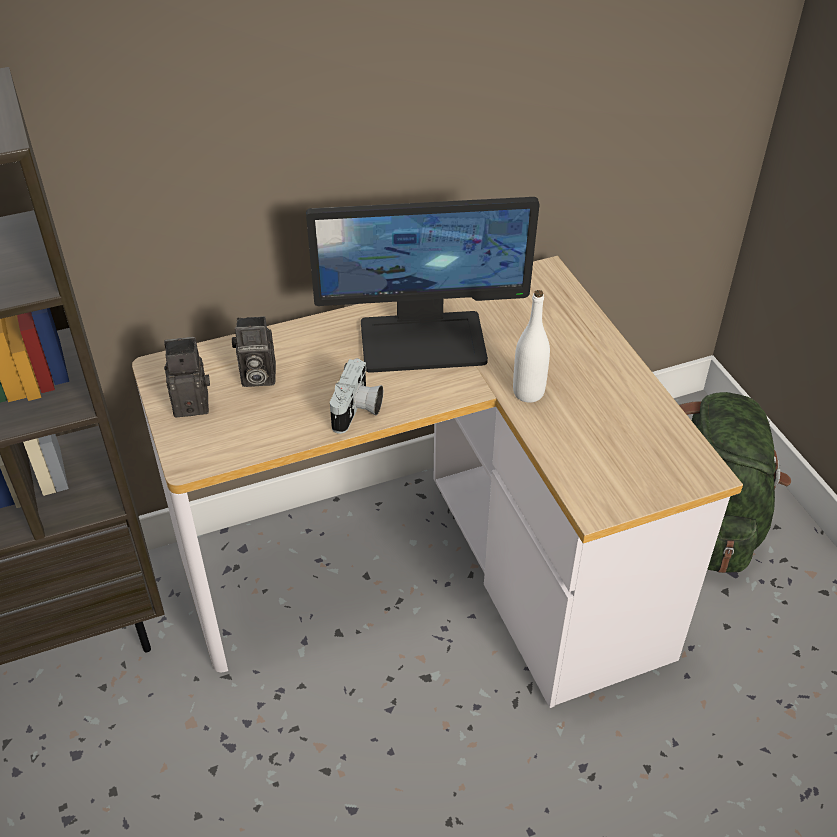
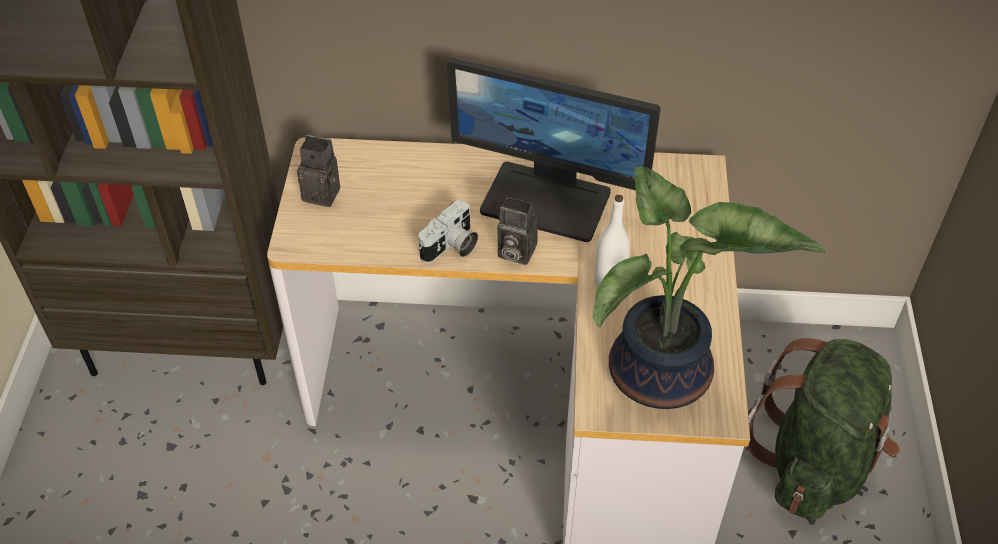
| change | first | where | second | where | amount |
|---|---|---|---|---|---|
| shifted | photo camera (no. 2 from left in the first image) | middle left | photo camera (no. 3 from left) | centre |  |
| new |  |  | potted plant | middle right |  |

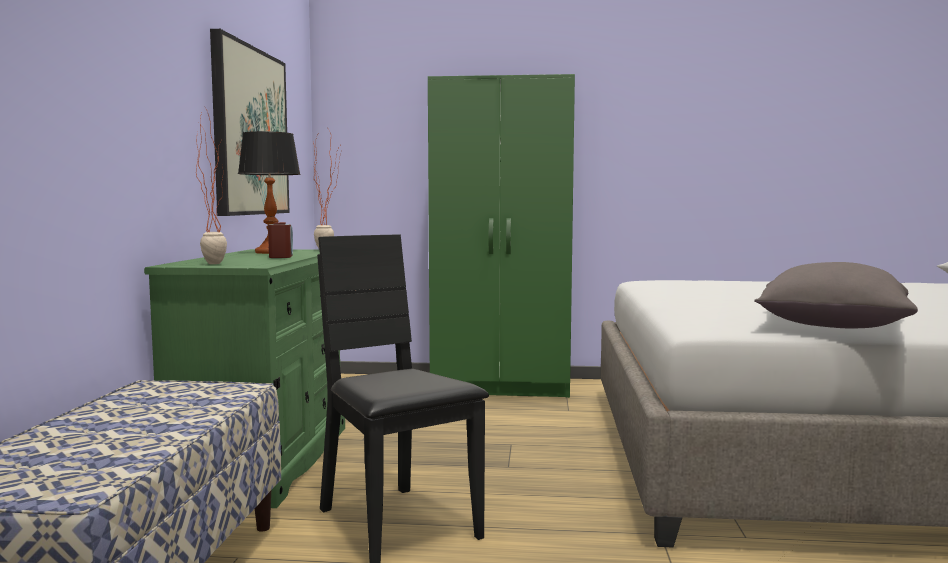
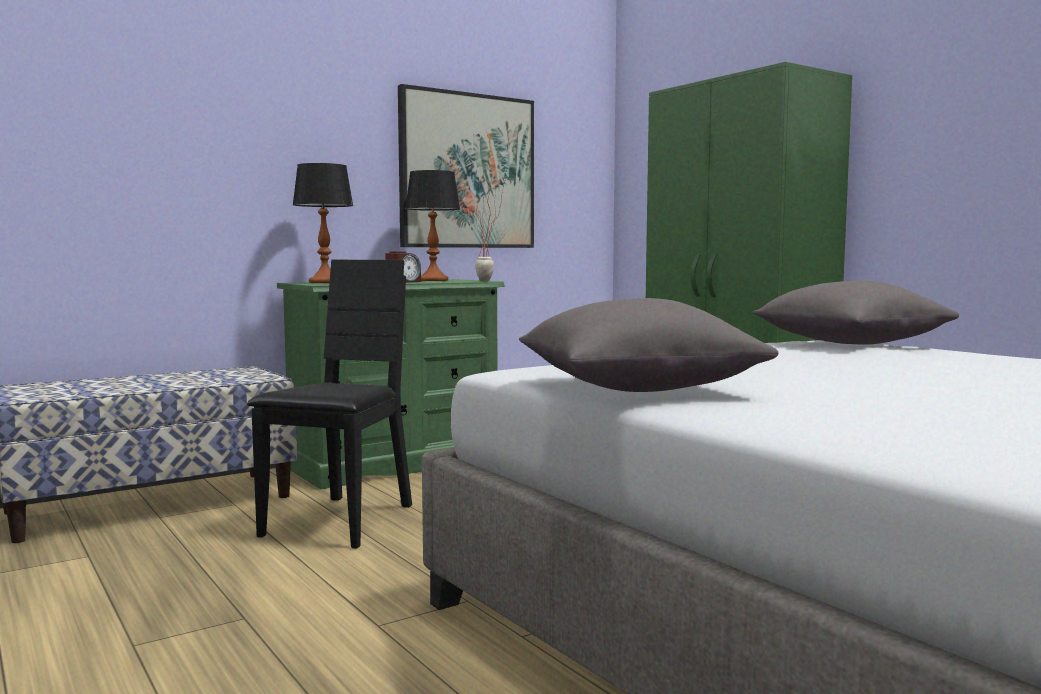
| change | first | where | second | where | amount |
|---|---|---|---|---|---|
| swapped | potted plant (no. 1 from left) | top left | table lamp (no. 1 from left) | top left |  |
| new |  |  | grey pillow (no. 2 from left) | middle right |  |

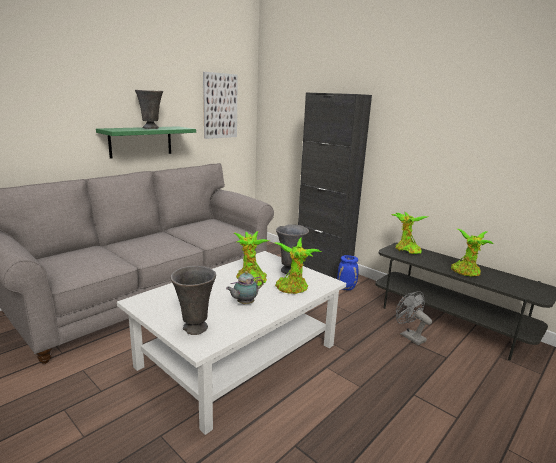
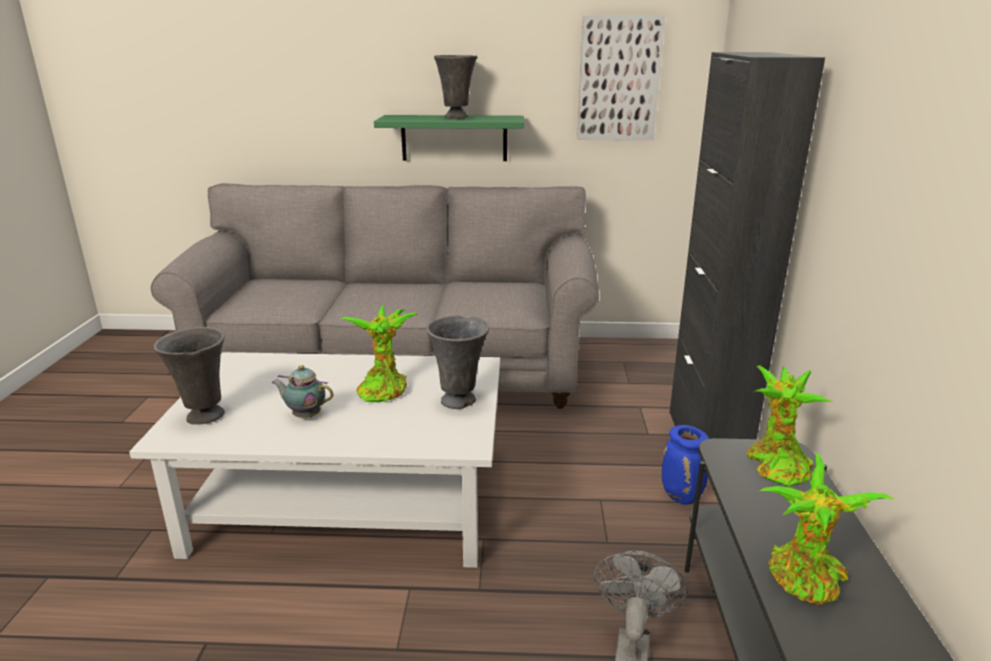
| change | first | where | second | where | amount |
|---|---|---|---|---|---|
| gone | potted plant (no. 2 from left) | centre |  |  |  |

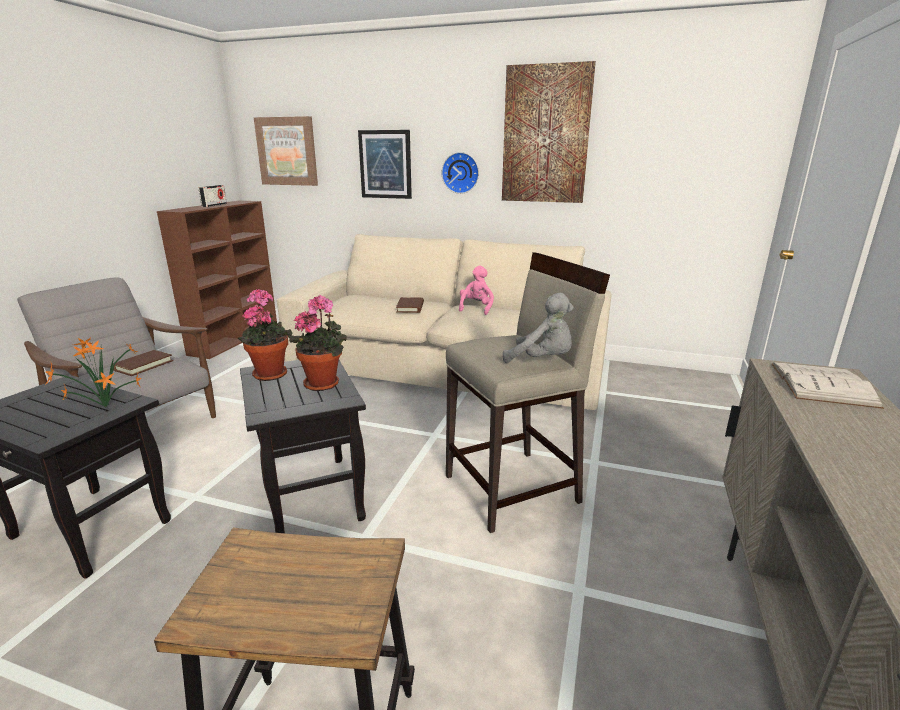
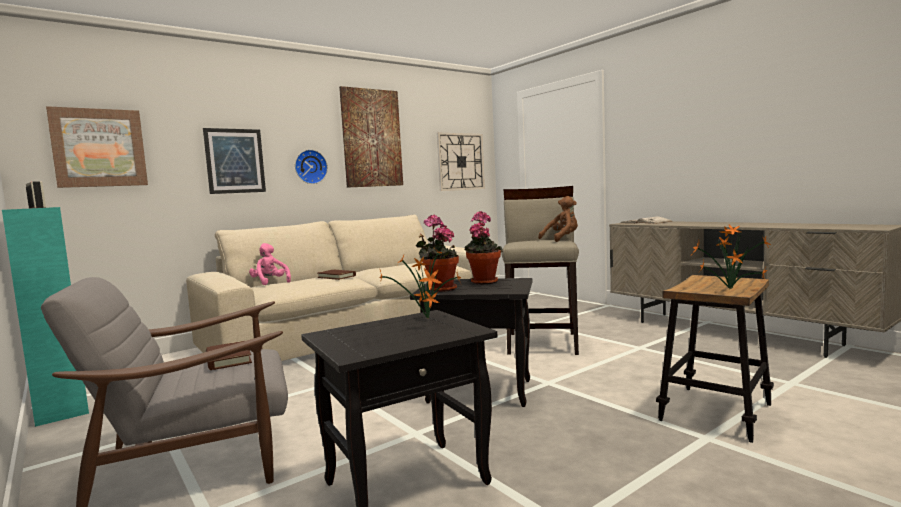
| change | first | where | second | where | amount |
|---|---|---|---|---|---|
| repainted | brown bookcase | middle left | turquoise bookcase | middle left |  |
| shifted | pink plush toy | centre |  | middle left |  |
| repainted | grey plush toy | centre | brown plush toy | centre |  |
| new |  |  | wall clock (no. 2 from left) | top centre |  |
| new |  |  | potted plant (no. 4 from left) | middle right |  |

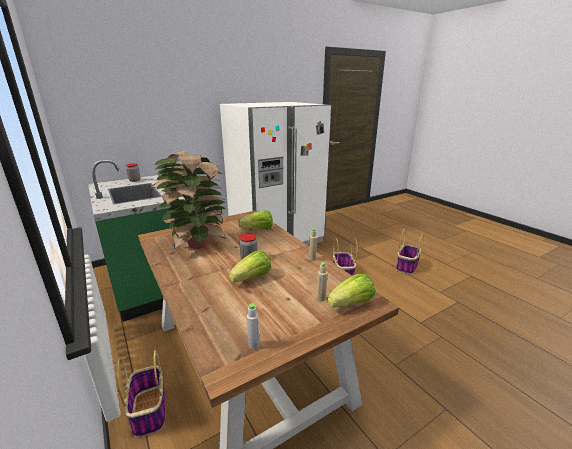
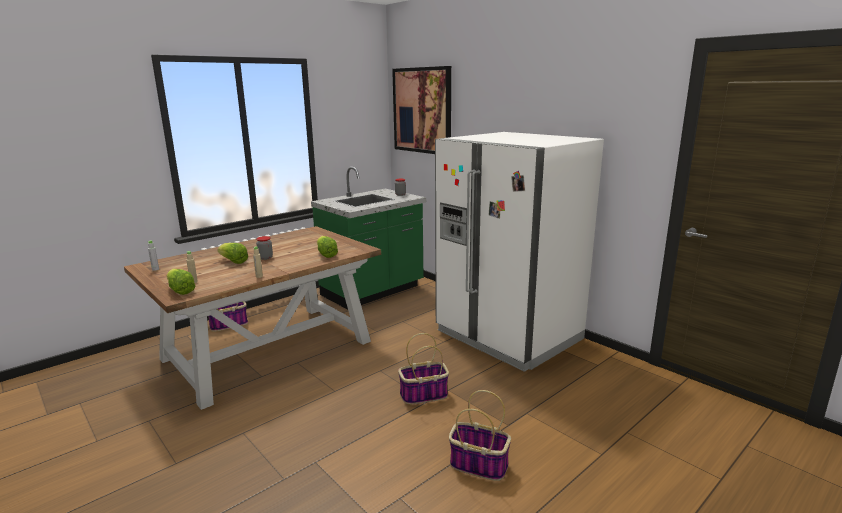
| change | first | where | second | where | amount |
|---|---|---|---|---|---|
| gone | potted plant | middle left |  |  |  |
| new |  |  | picture | top centre |  |

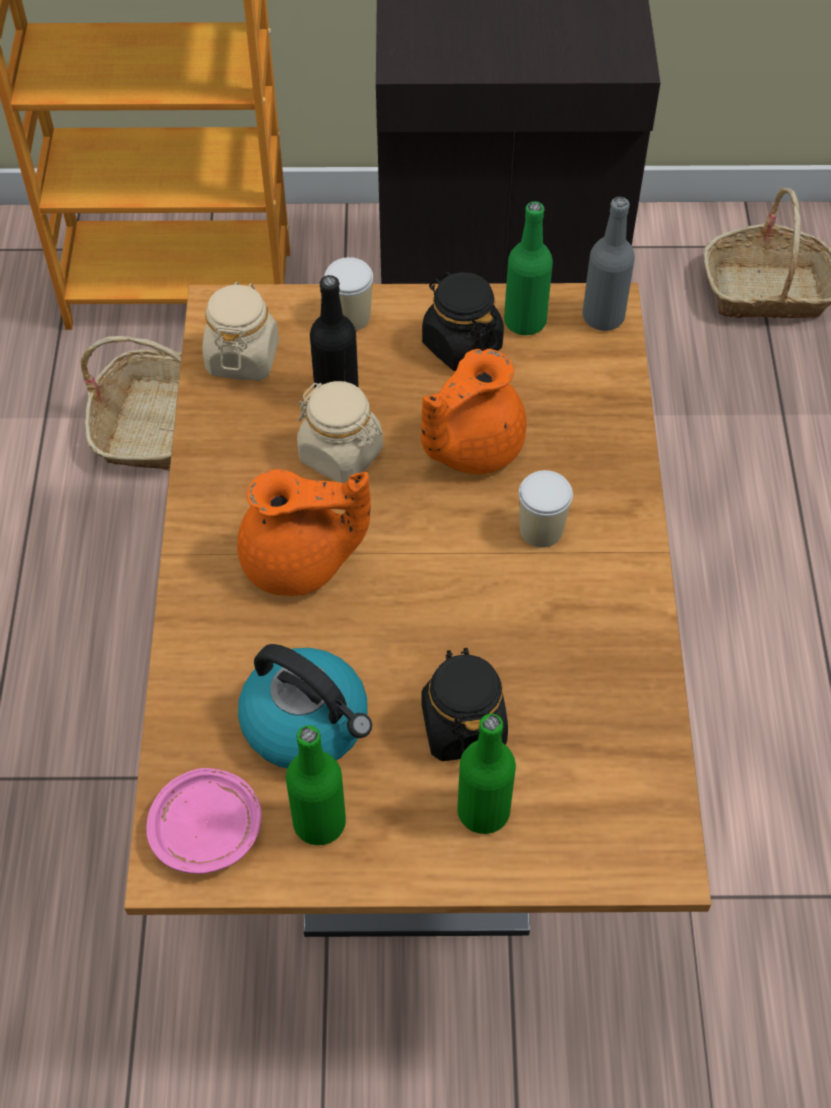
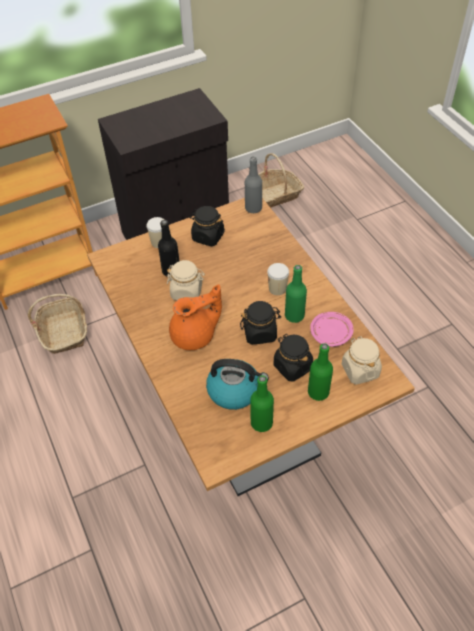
| change | first | where | second | where | amount |
|---|---|---|---|---|---|
| shifted | green bottle (no. 3 from left in the first image) | top centre | green bottle (no. 2 from left) | centre |  |
| shifted | beige jar (no. 1 from left in the first image) | top left | beige jar (no. 2 from left) | middle right |  |
| gone | orange teapot (no. 2 from left) | centre |  |  |  |
| shifted | pink plate | bottom left |  | middle right |  |
| new |  |  | black jar (no. 2 from left) | centre |  |

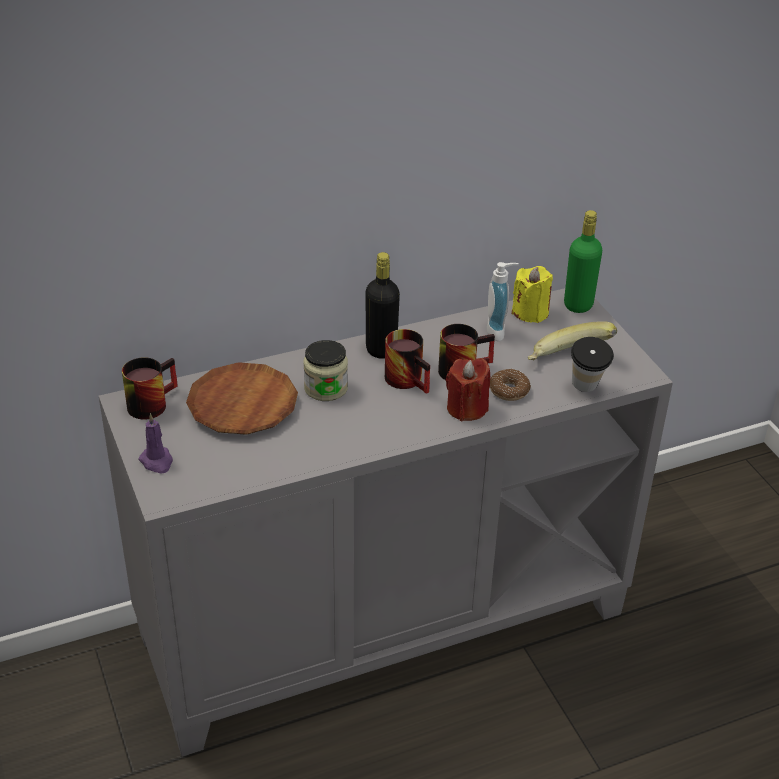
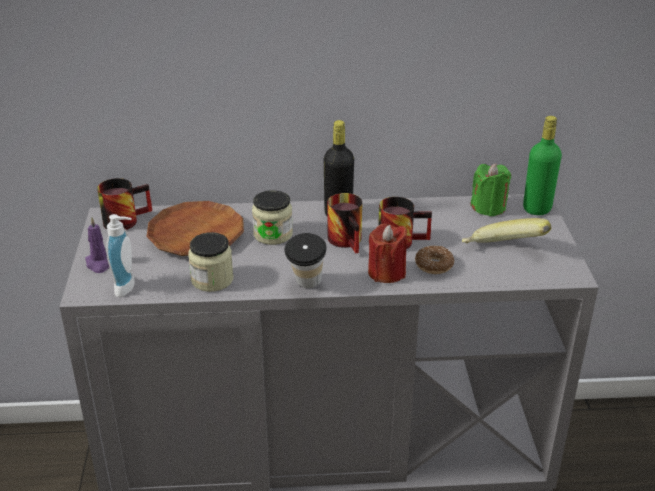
| change | first | where | second | where | amount |
|---|---|---|---|---|---|
| shifted | soap dispenser | centre |  | middle left |  |
| repainted | yellow candle | middle right | green candle | middle right |  |
| shifted | cup | middle right |  | centre |  |
| new |  |  | jar (no. 1 from left) | middle left |  |

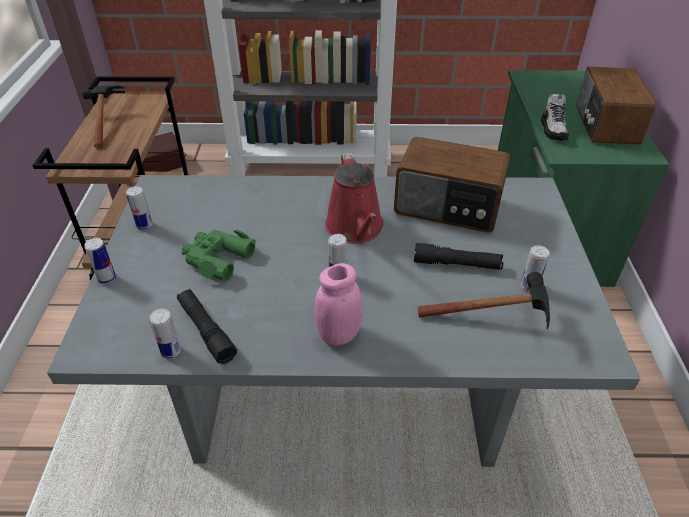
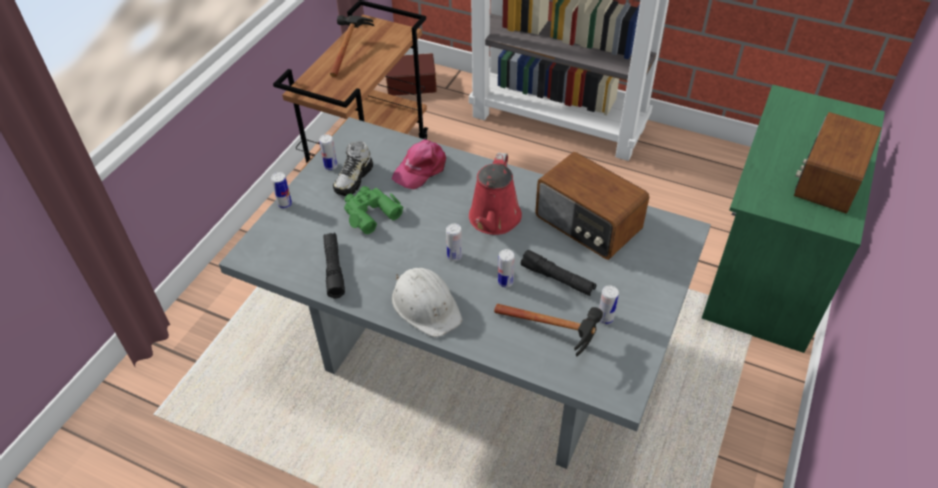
| change | first | where | second | where | amount |
|---|---|---|---|---|---|
| shifted | shoe | top right |  | centre |  |
| swapped | pink jar | centre | white hard hat | centre |  |
| shifted | can (no. 3 from left in the first image) | middle left | can (no. 4 from left) | centre |  |
| new |  |  | pink cap | centre |  |

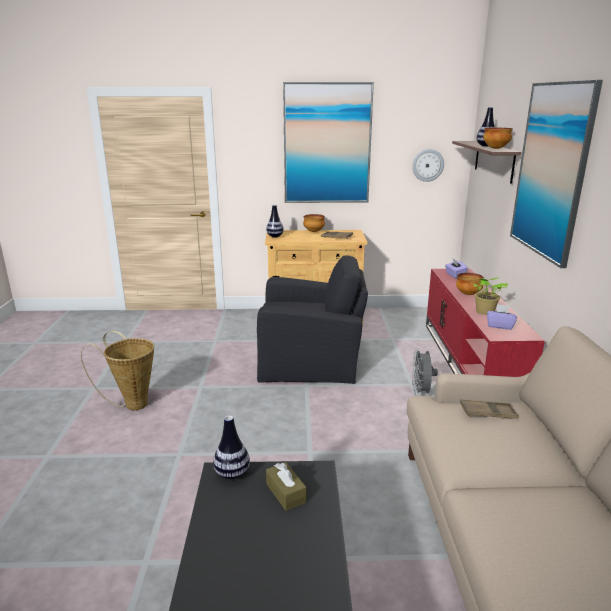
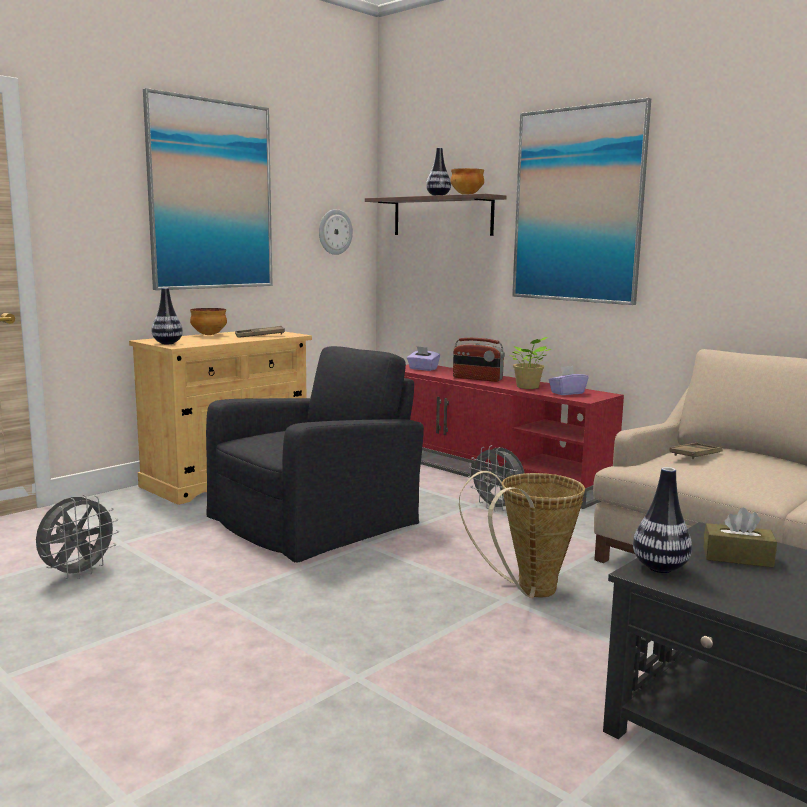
| change | first | where | second | where | amount |
|---|---|---|---|---|---|
| swapped | bowl (no. 2 from left) | middle right | radio | centre |  |
| shifted | basket | middle left |  | centre |  |
| new |  |  | grey fan (no. 1 from left) | middle left |  |

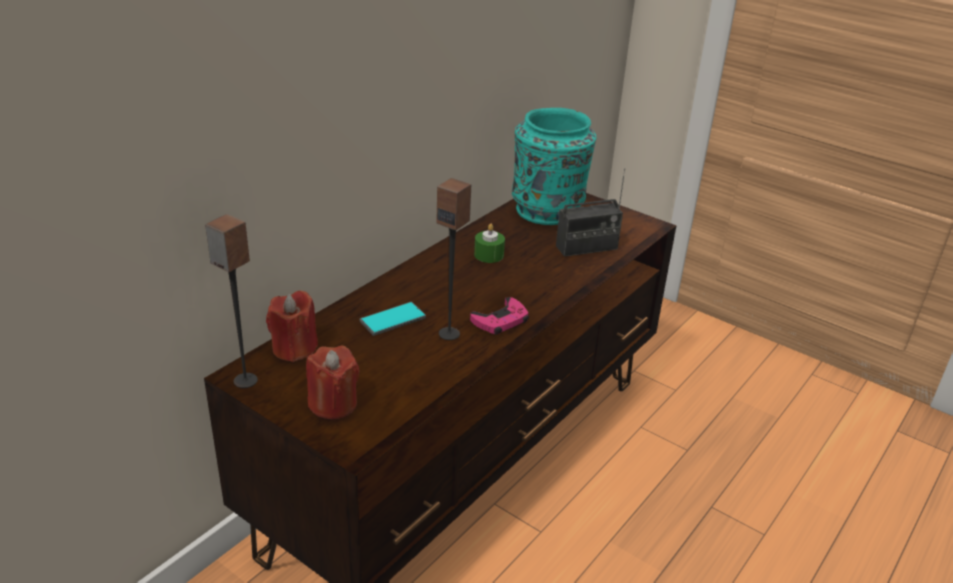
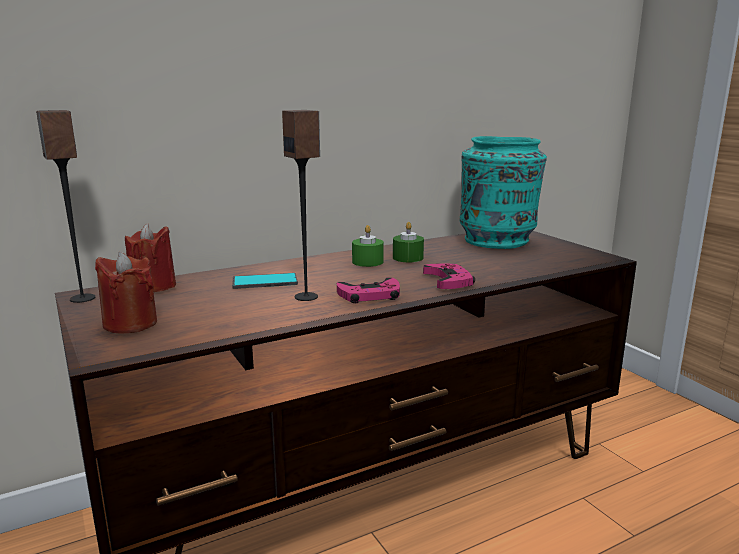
| change | first | where | second | where | amount |
|---|---|---|---|---|---|
| gone | radio | centre |  |  |  |
| new |  |  | green candle (no. 1 from left) | centre |  |
| new |  |  | pink game controller (no. 2 from left) | centre |  |

